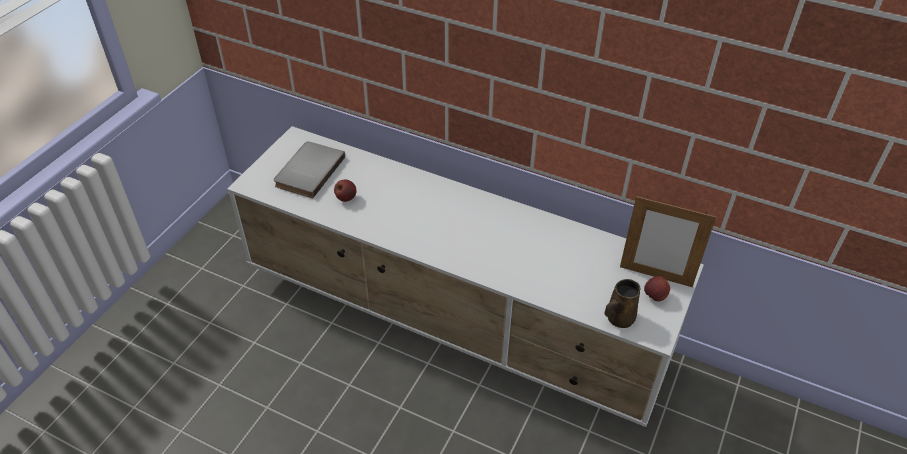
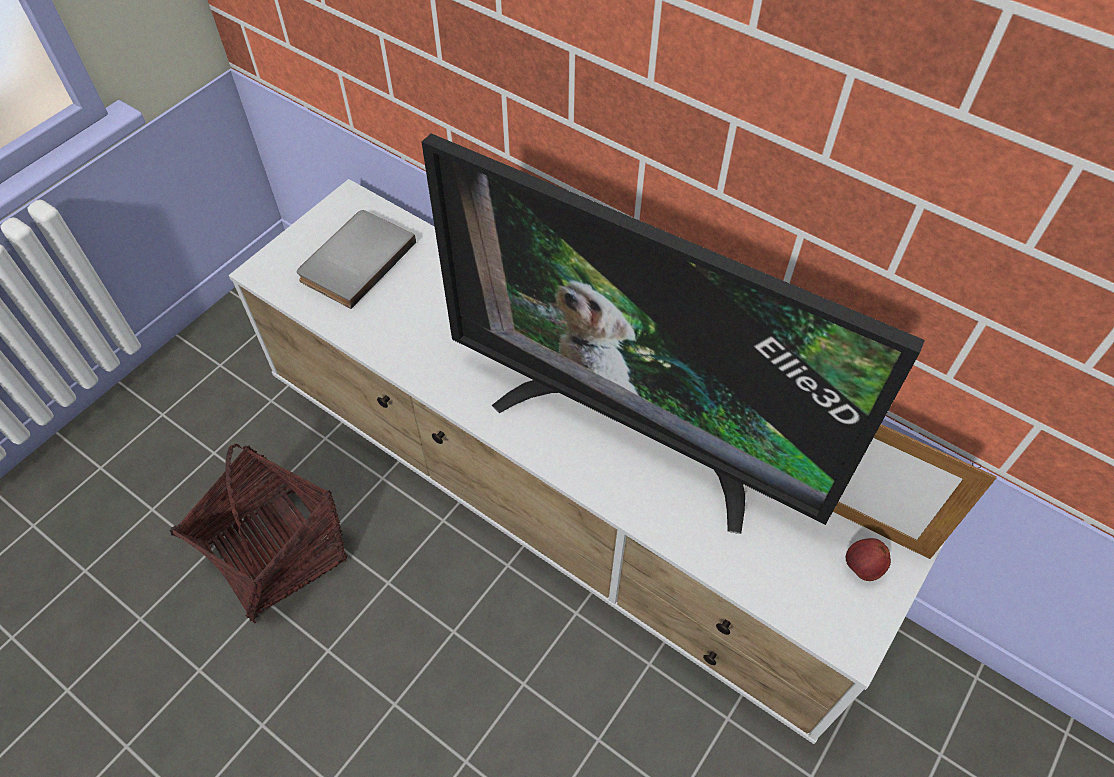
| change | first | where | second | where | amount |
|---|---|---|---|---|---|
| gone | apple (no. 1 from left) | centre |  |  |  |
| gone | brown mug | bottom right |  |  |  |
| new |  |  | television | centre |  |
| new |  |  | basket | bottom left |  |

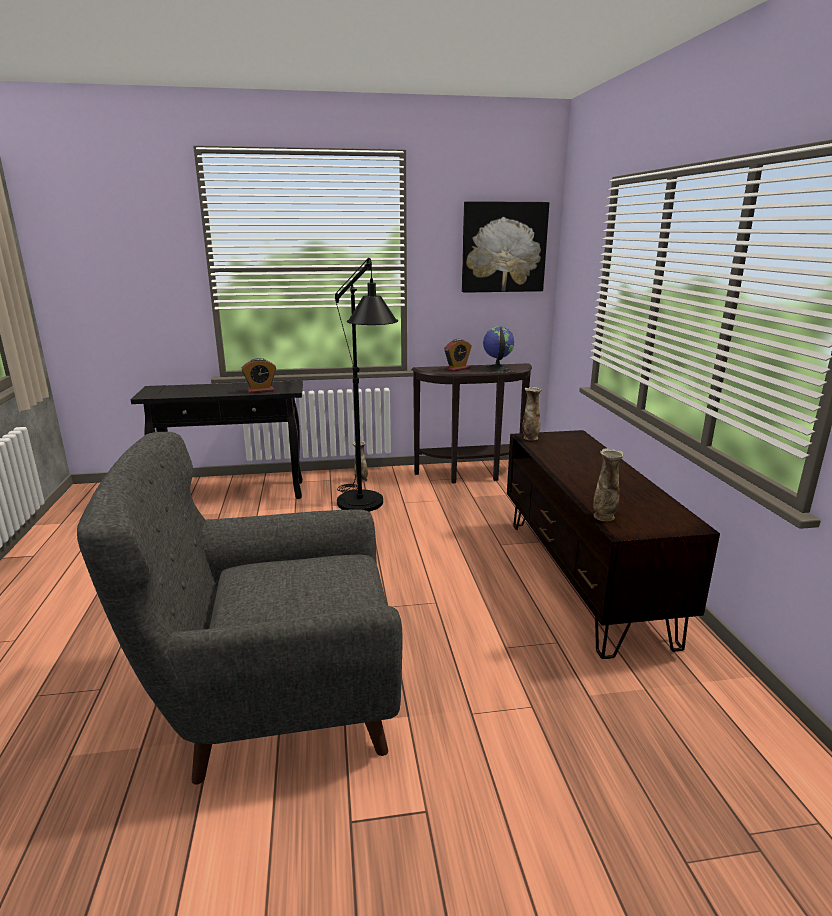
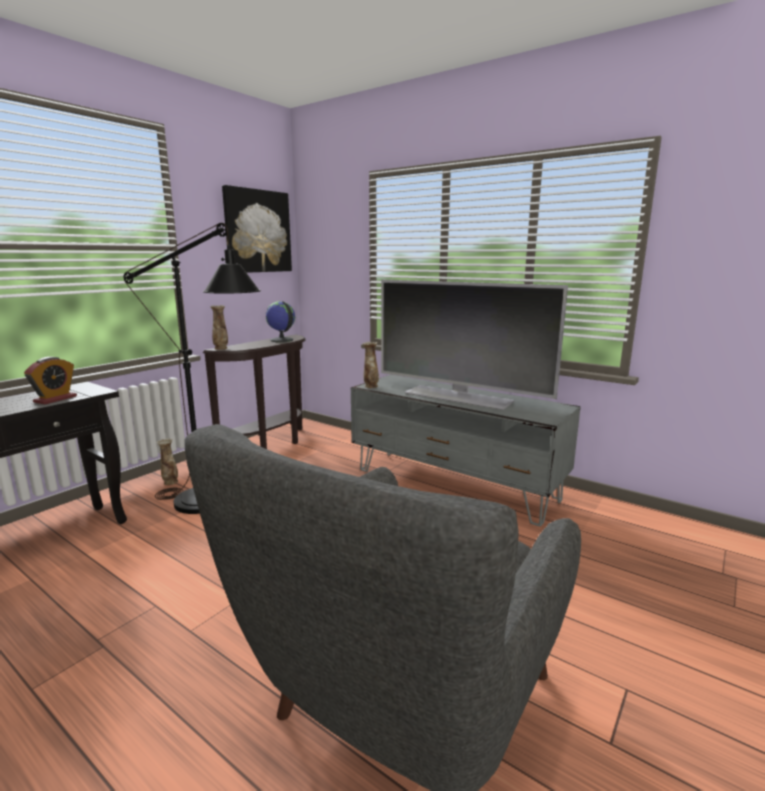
| change | first | where | second | where | amount |
|---|---|---|---|---|---|
| gone | alarm clock (no. 2 from left) | centre |  |  |  |
| repainted | brown tv stand | middle right | grey tv stand | centre |  |
| shifted | vase (no. 3 from left in the first image) | middle right | vase (no. 2 from left) | middle left |  |
| new |  |  | television | centre |  |

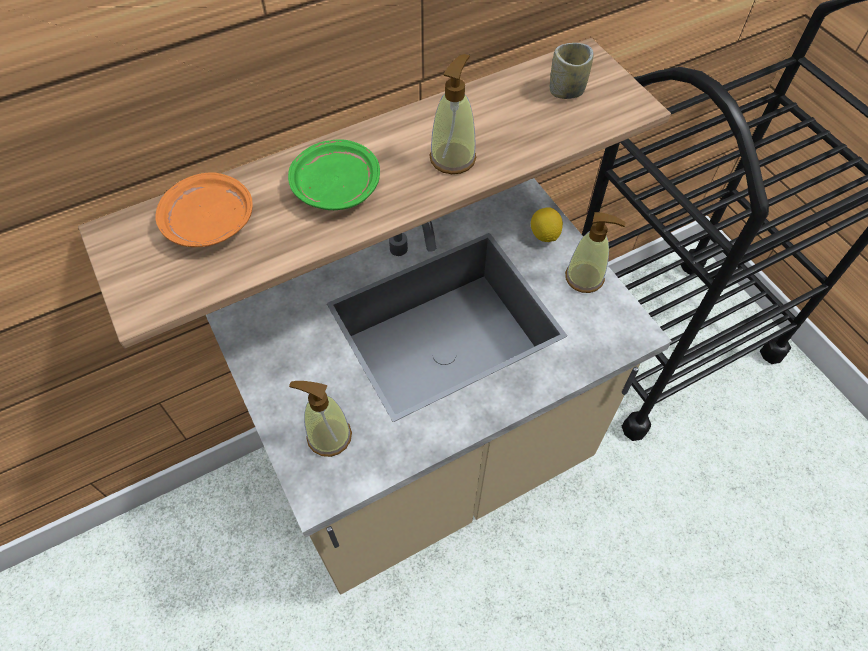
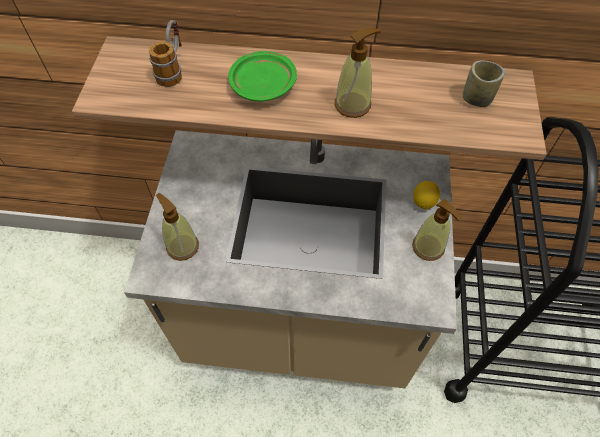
| change | first | where | second | where | amount |
|---|---|---|---|---|---|
| swapped | orange plate | top left | mug | top left |  |

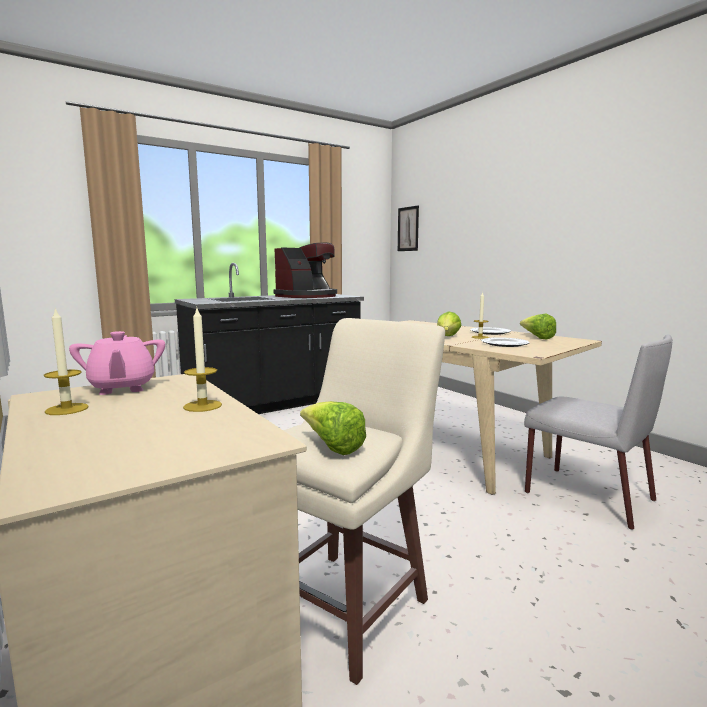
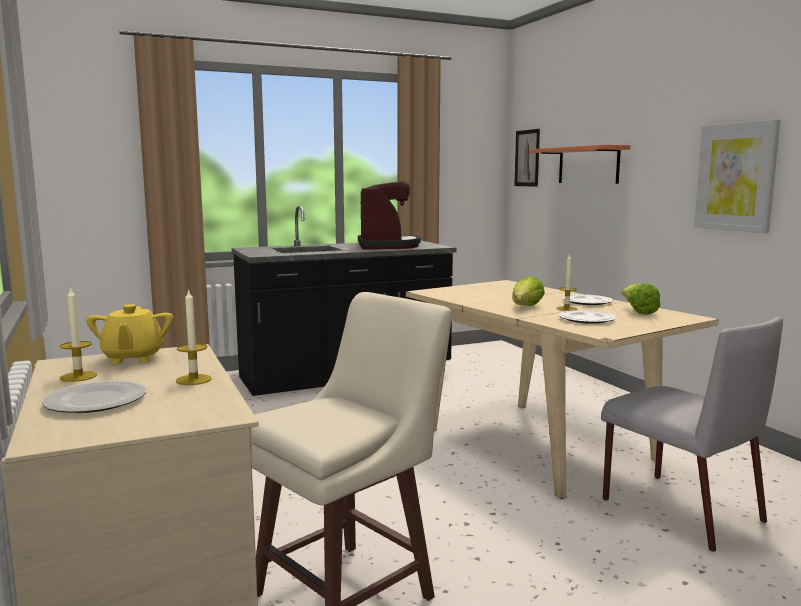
| change | first | where | second | where | amount |
|---|---|---|---|---|---|
| rotated | coffee machine | centre |  | centre | 60 degrees counterclockwise |
| repainted | pink teapot | middle left | yellow teapot | middle left |  |
| gone | lettuce (no. 1 from left) | centre |  |  |  |
| new |  |  | picture (no. 2 from left) | top right |  |
| new |  |  | shelf | top right |  |
| new |  |  | plate (no. 1 from left) | middle left |  |

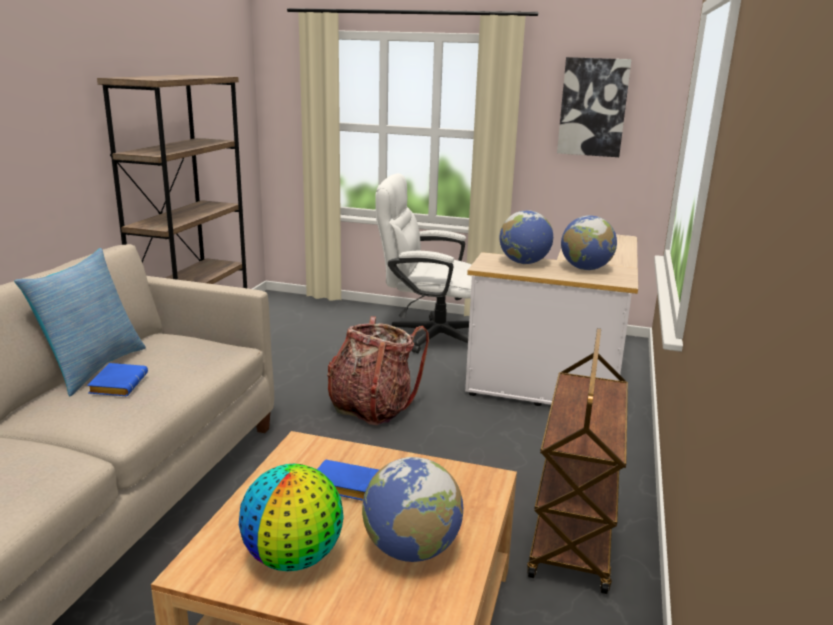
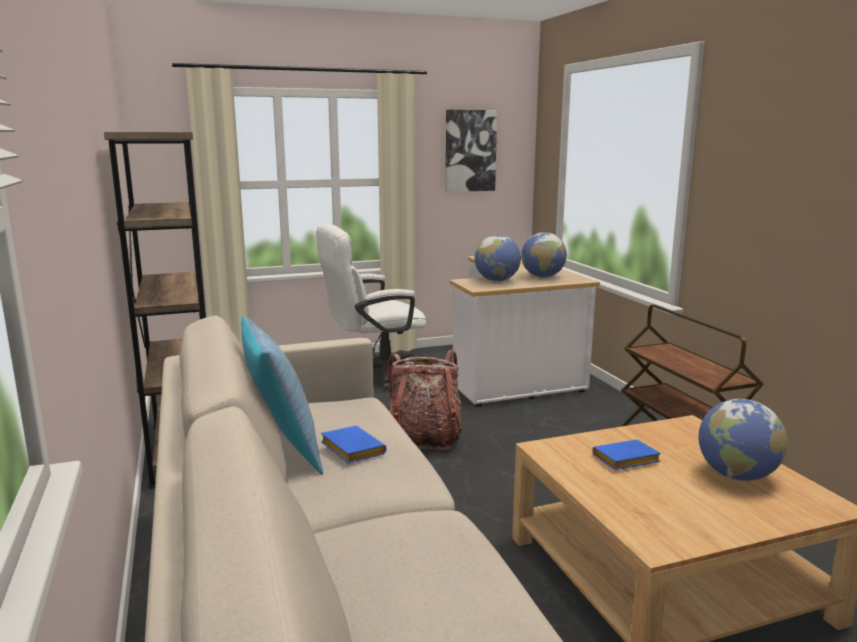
| change | first | where | second | where | amount |
|---|---|---|---|---|---|
| gone | globe (no. 1 from left) | bottom centre |  |  |  |

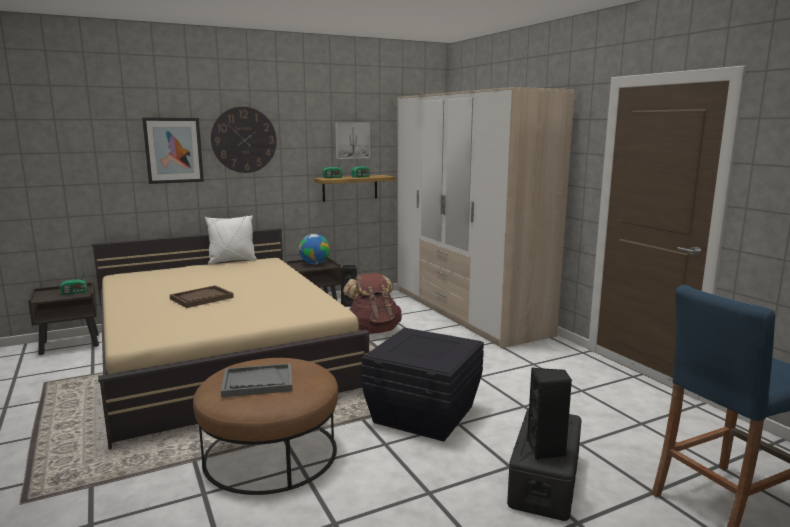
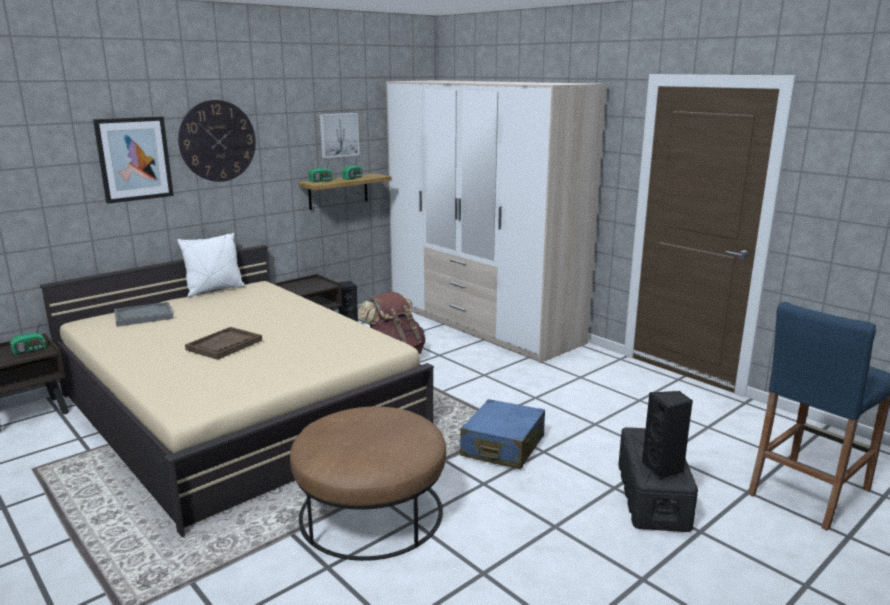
| change | first | where | second | where | amount |
|---|---|---|---|---|---|
| gone | globe | centre |  |  |  |
| swapped | black storage box (no. 1 from left) | bottom centre | blue suitcase | bottom centre |  |
| shifted | grey tray | bottom left |  | middle left |  |

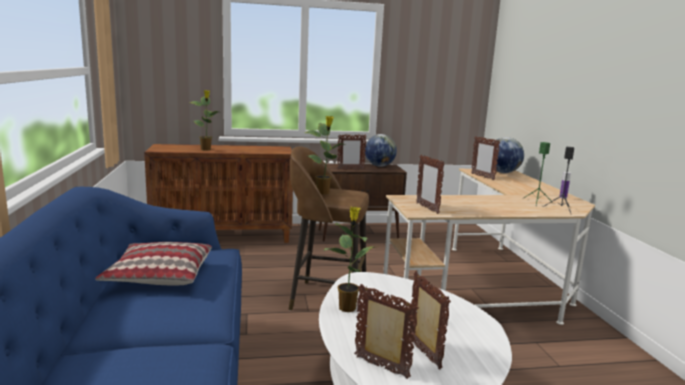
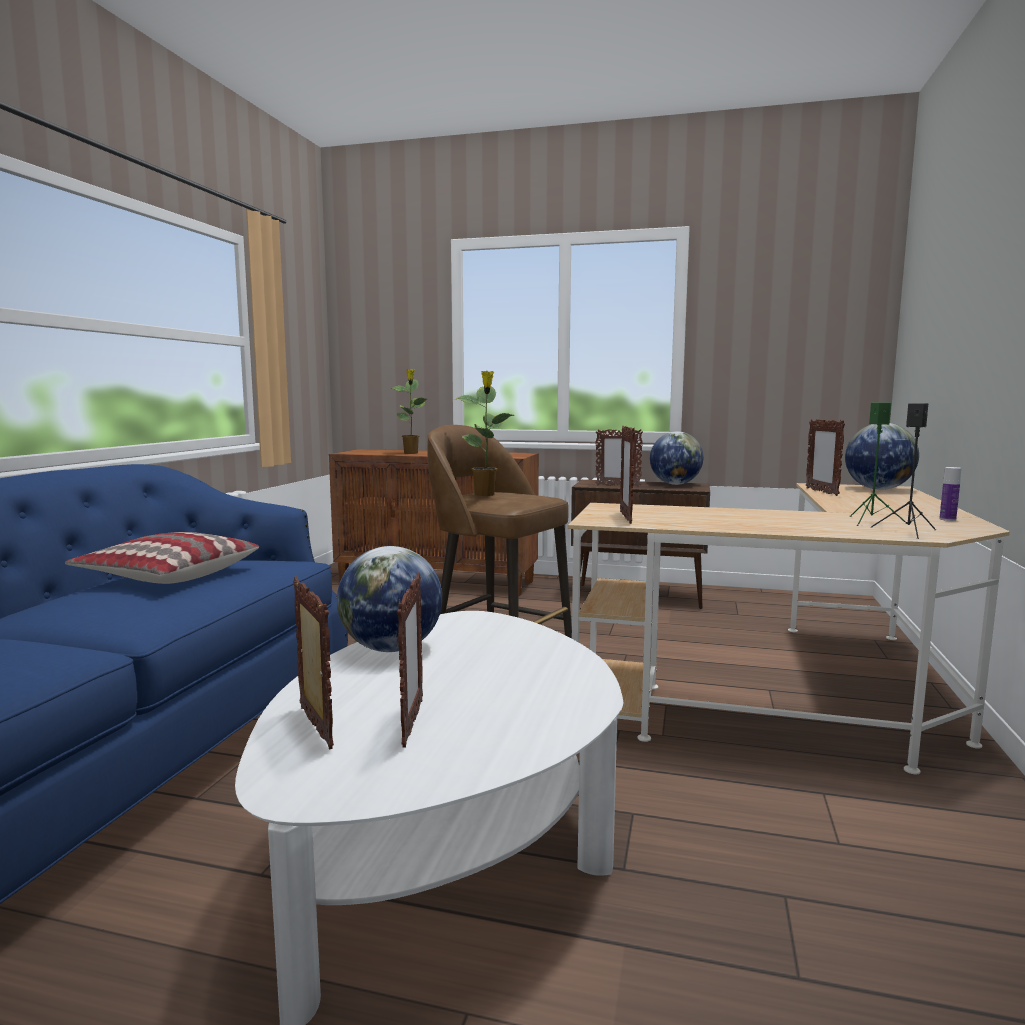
| change | first | where | second | where | amount |
|---|---|---|---|---|---|
| swapped | potted plant (no. 3 from left) | bottom centre | globe (no. 1 from left) | centre |  |

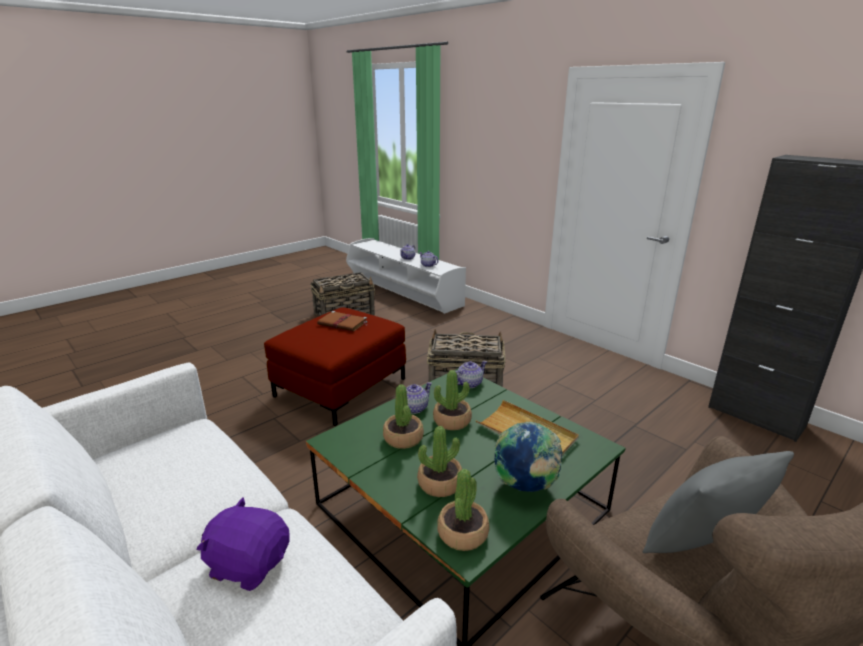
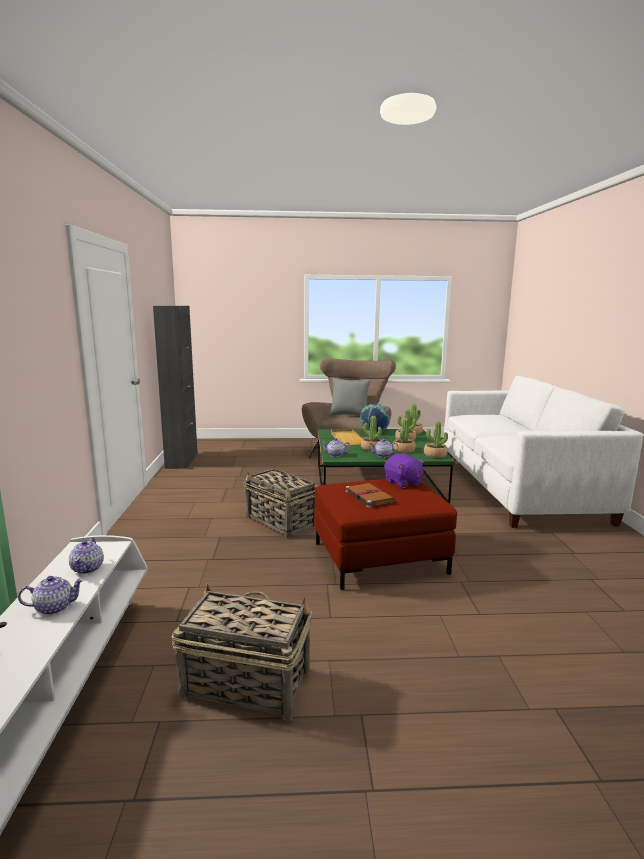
| change | first | where | second | where | amount |
|---|---|---|---|---|---|
| shifted | purple plush toy | bottom left |  | centre |  |
| new |  |  | potted plant (no. 5 from left) | middle right |  |

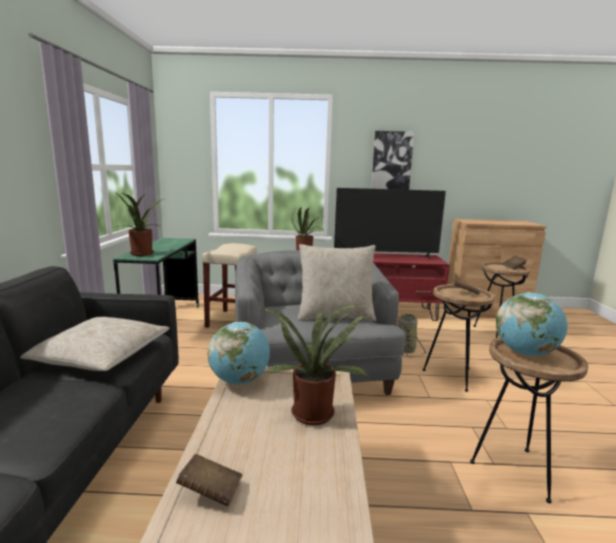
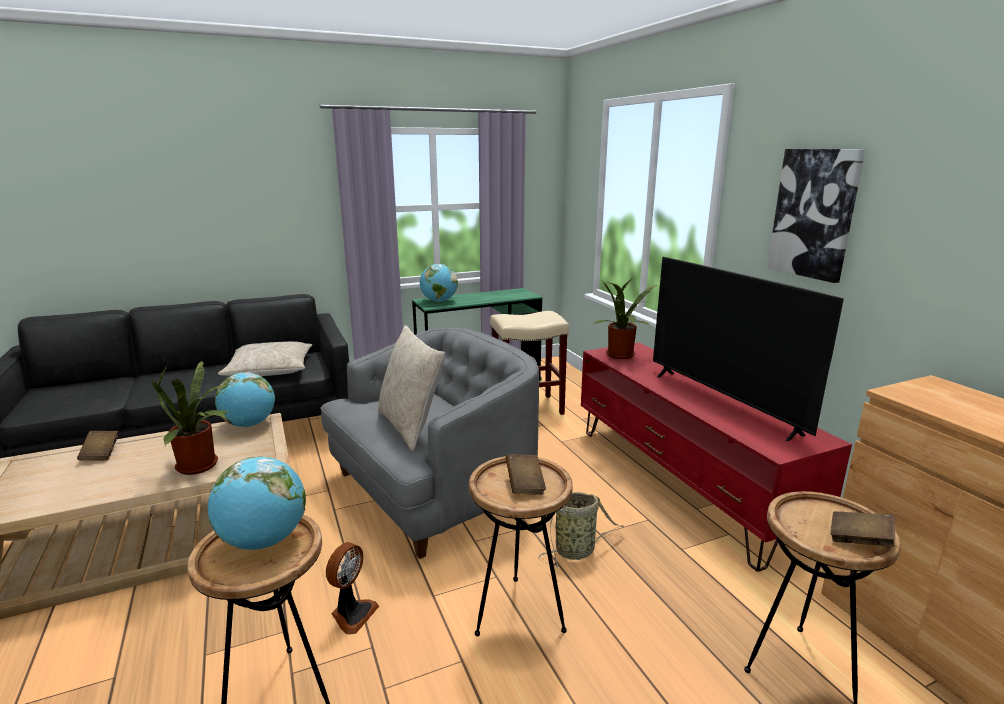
| change | first | where | second | where | amount |
|---|---|---|---|---|---|
| swapped | potted plant (no. 1 from left) | middle left | globe (no. 3 from left) | centre |  |
| new |  |  | fan | bottom centre |  |

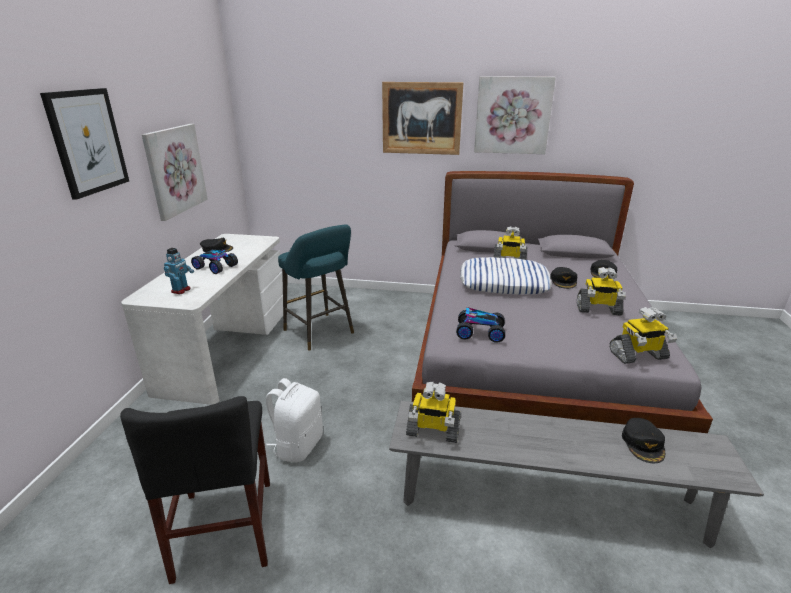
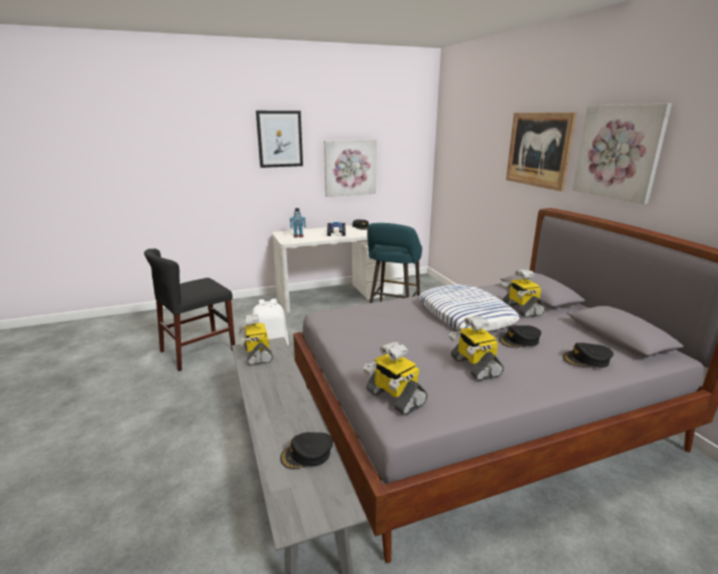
| change | first | where | second | where | amount |
|---|---|---|---|---|---|
| gone | toy car (no. 2 from left) | centre |  |  |  |

